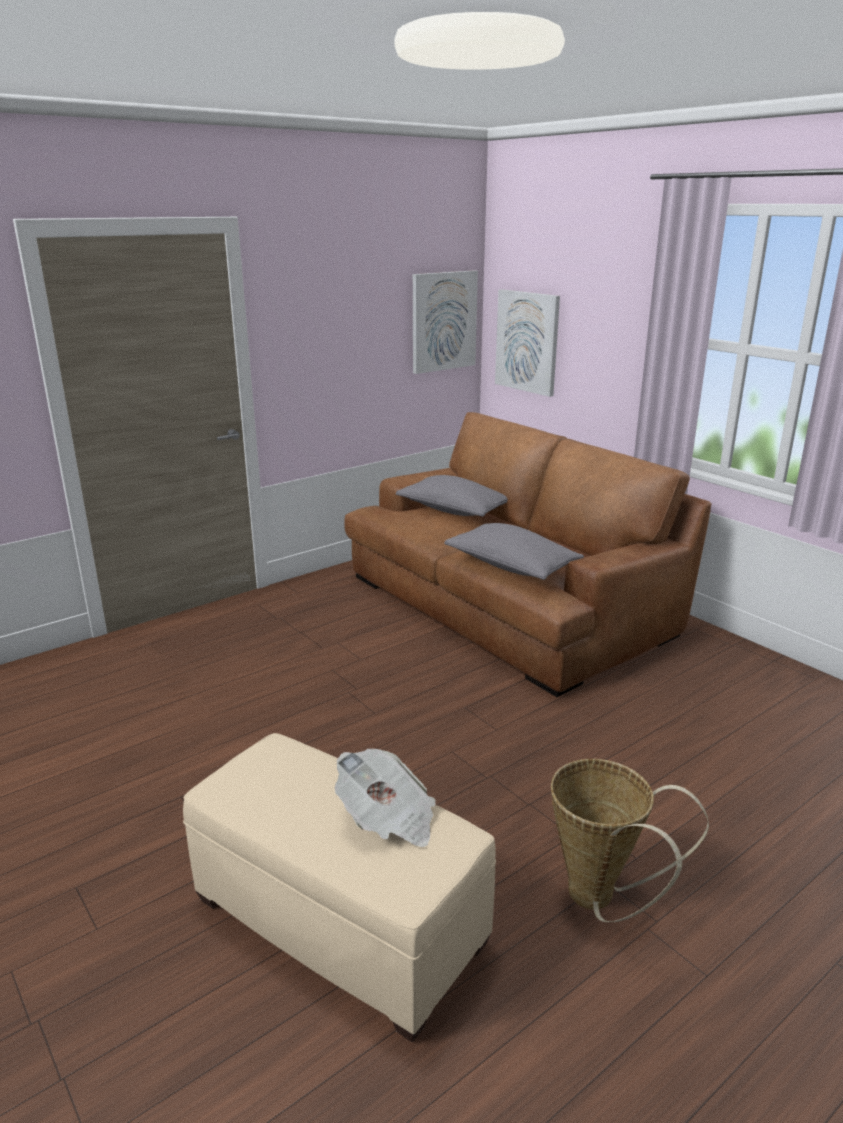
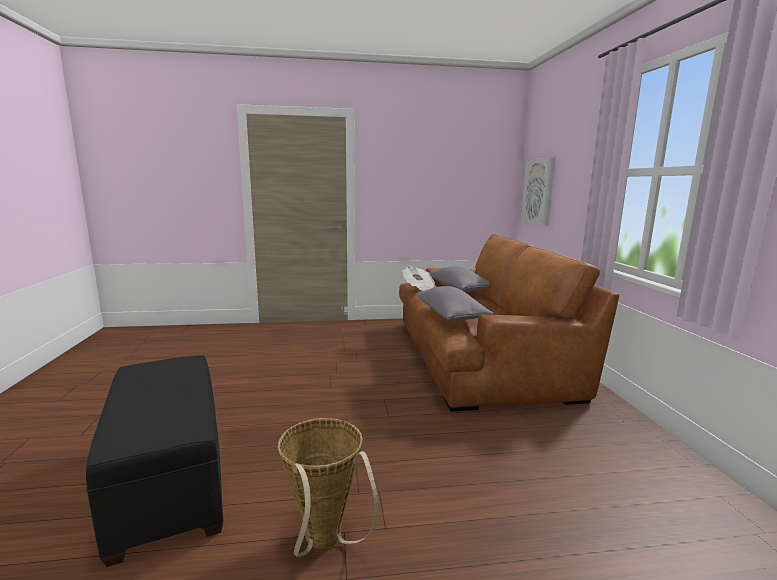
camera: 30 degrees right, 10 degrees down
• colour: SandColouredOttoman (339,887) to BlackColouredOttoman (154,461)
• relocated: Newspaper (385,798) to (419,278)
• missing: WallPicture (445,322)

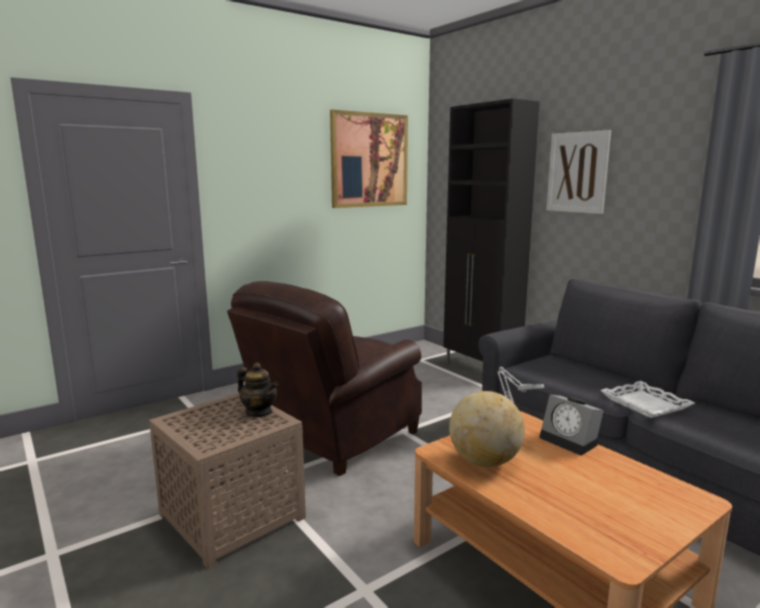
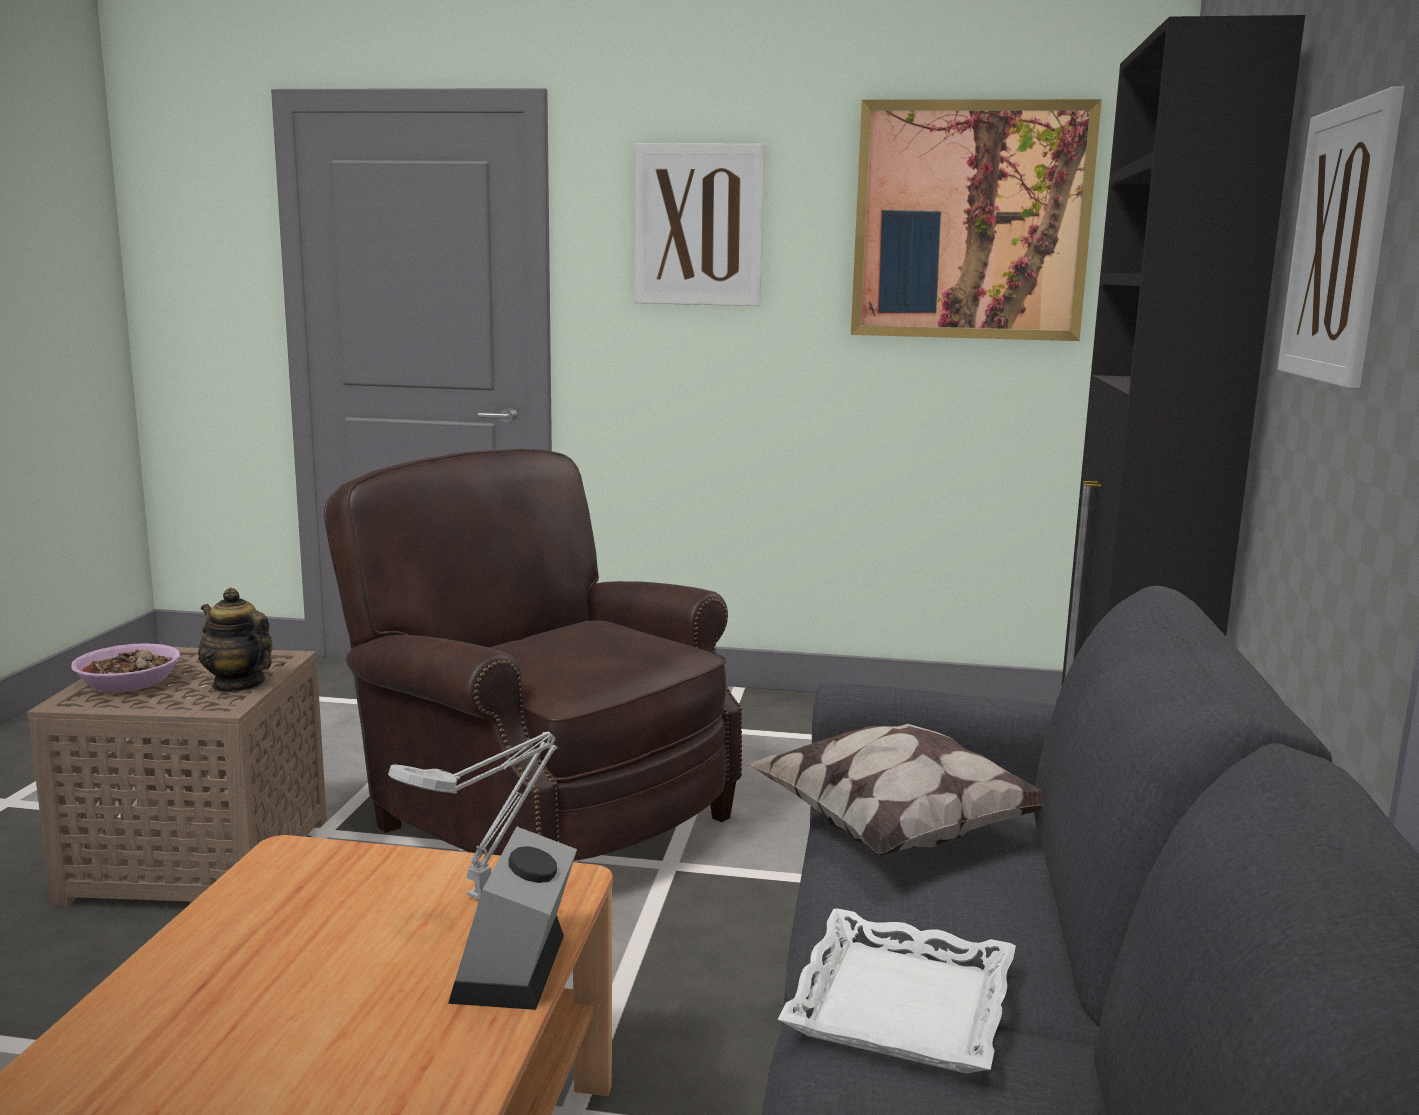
camera: 45 degrees right, 0 degrees up
• spun: BrownColouredLoungeChair (324,378) = (533,655) 45 degrees clockwise
• spun: TeaPot (257,390) = (235,640) 135 degrees clockwise
• missing: Globe (487,429)
• appeared: ServingBowl (125,667)
• appeared: WallPicture (700,224)
• appeared: Pillow (894,790)

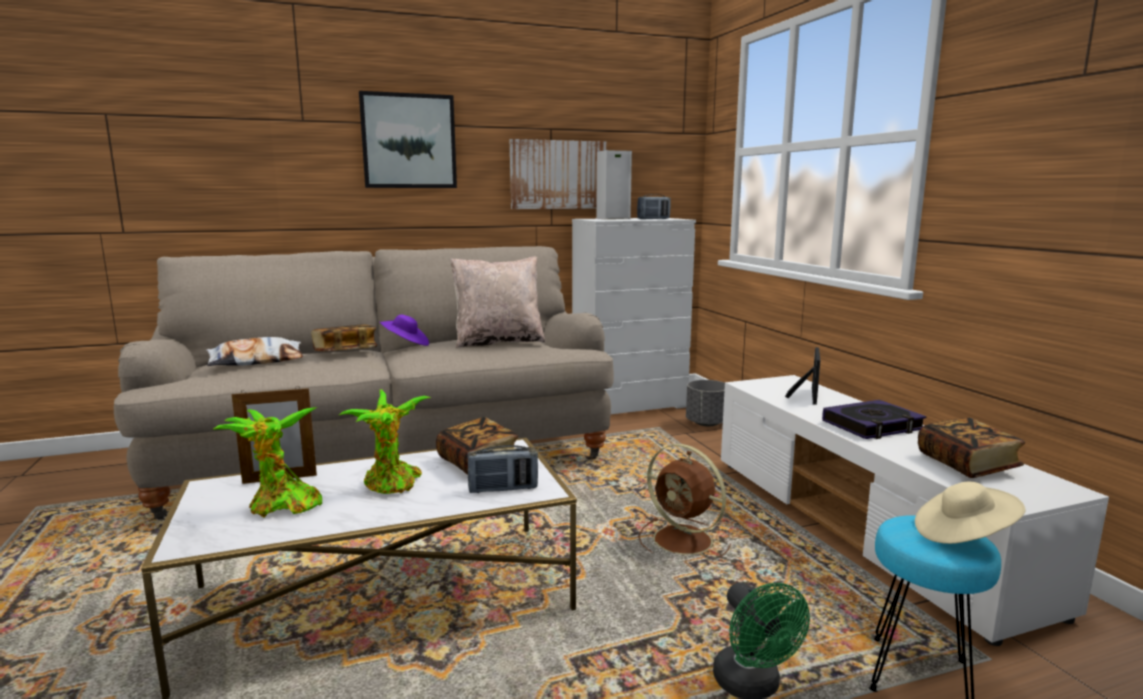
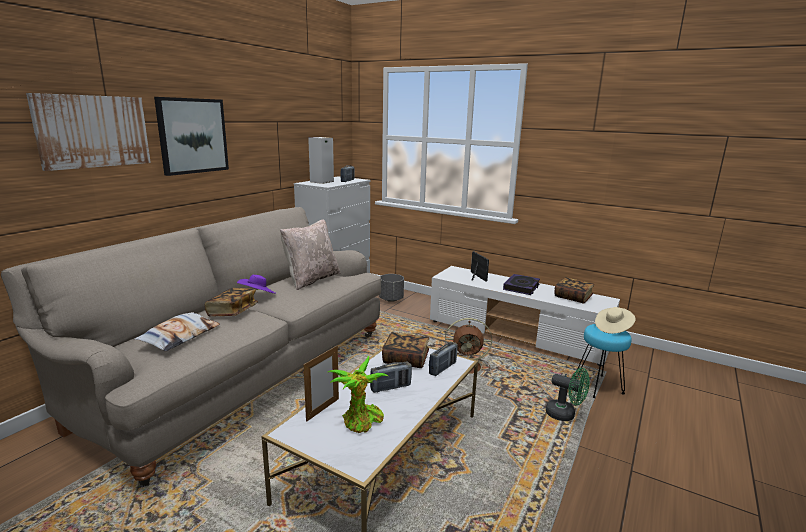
camera: 40 degrees left, 5 degrees up
• exchanged: PlantInAPot (385,442) to RadioSet (391,377)
• relocated: WallPicture (558,174) to (88,132)

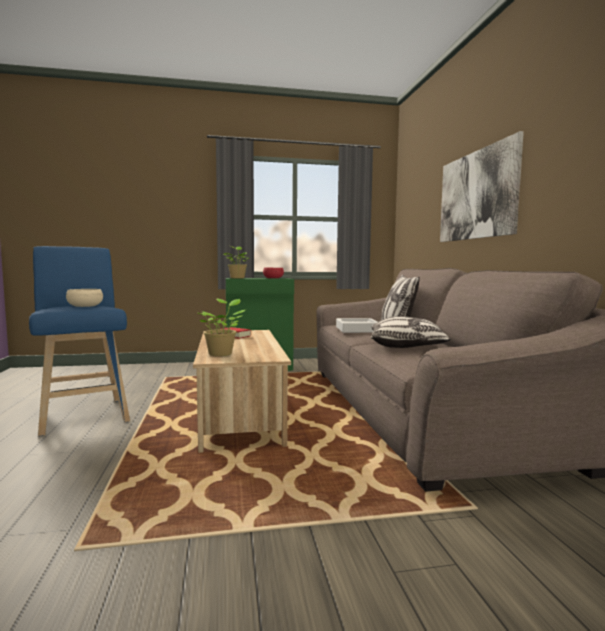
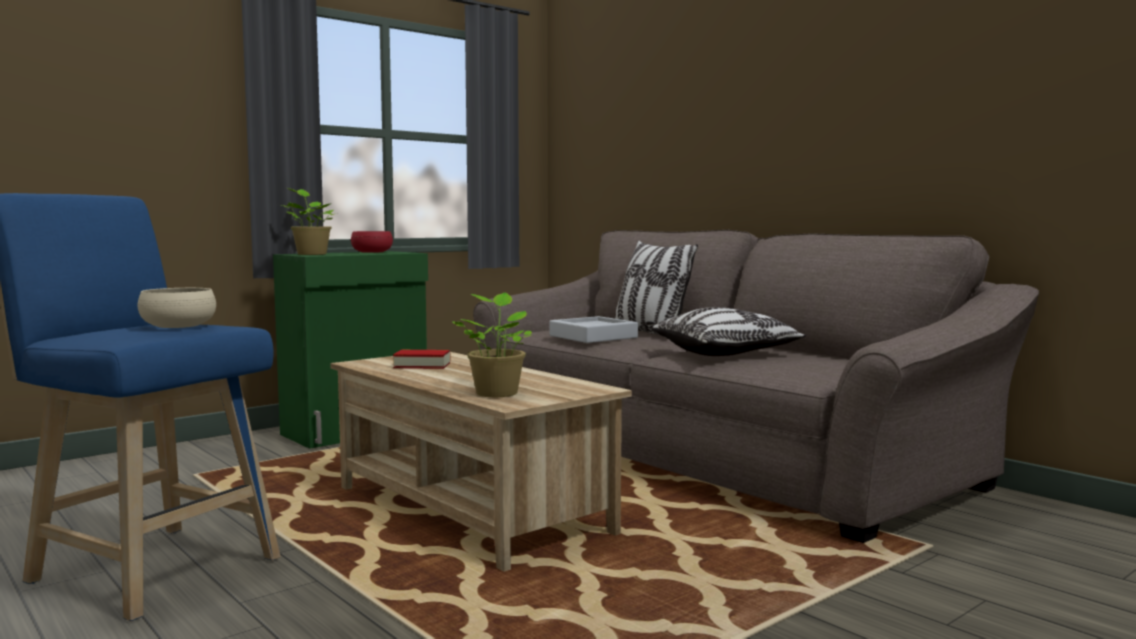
camera: 30 degrees left, 0 degrees up
• missing: WallPicture (482,186)

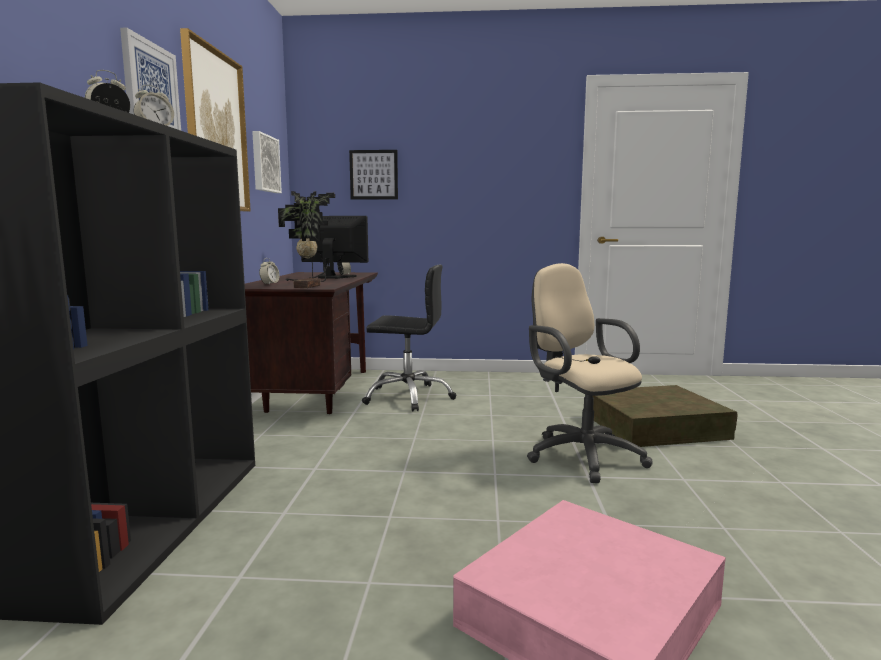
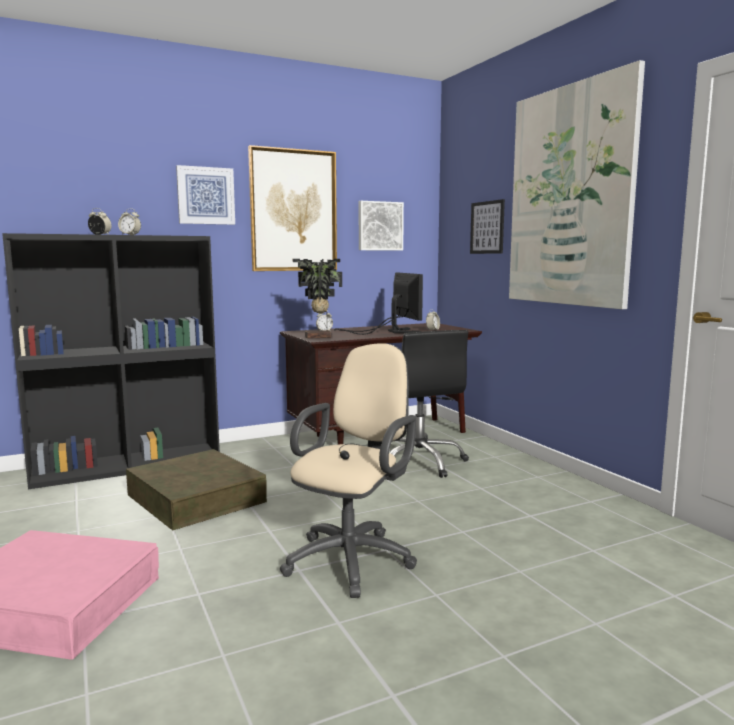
camera: 60 degrees right, 0 degrees up
• relocated: BrownColouredStorageBox (665,416) to (196,490)
• appeared: WallPicture (577,184)

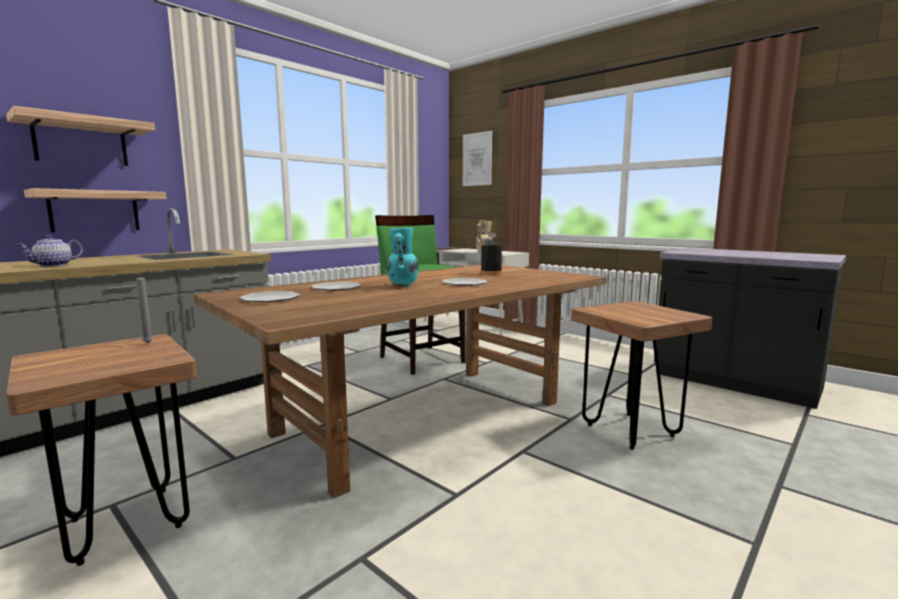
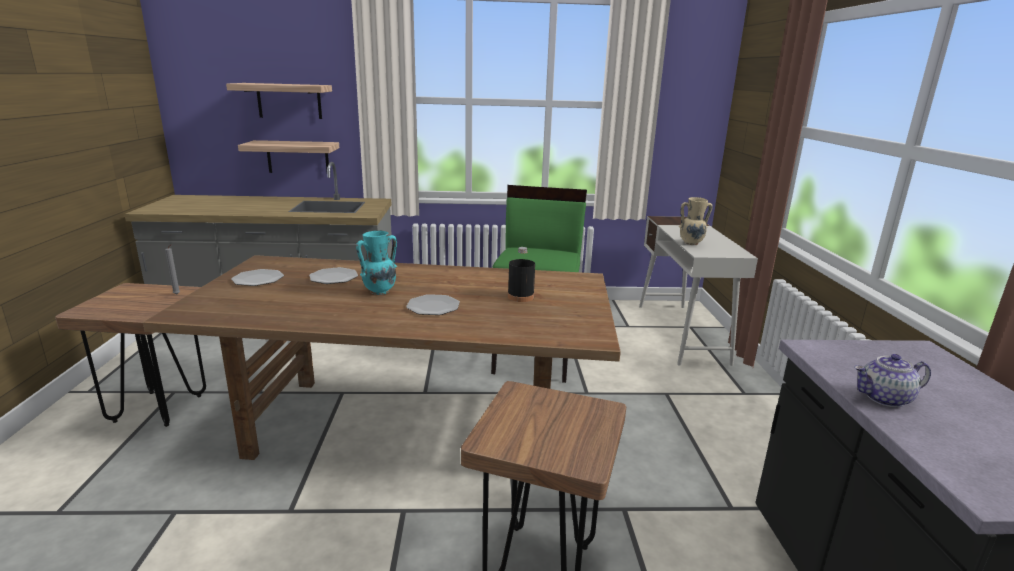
camera: 45 degrees right, 10 degrees up
• relocated: TeaPot (49,251) to (892,380)
• missing: WallPicture (477,158)

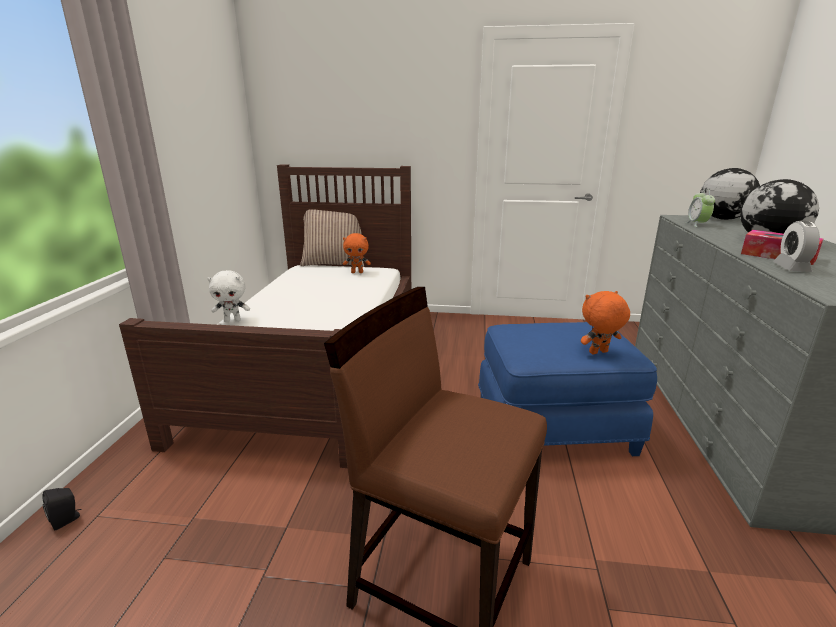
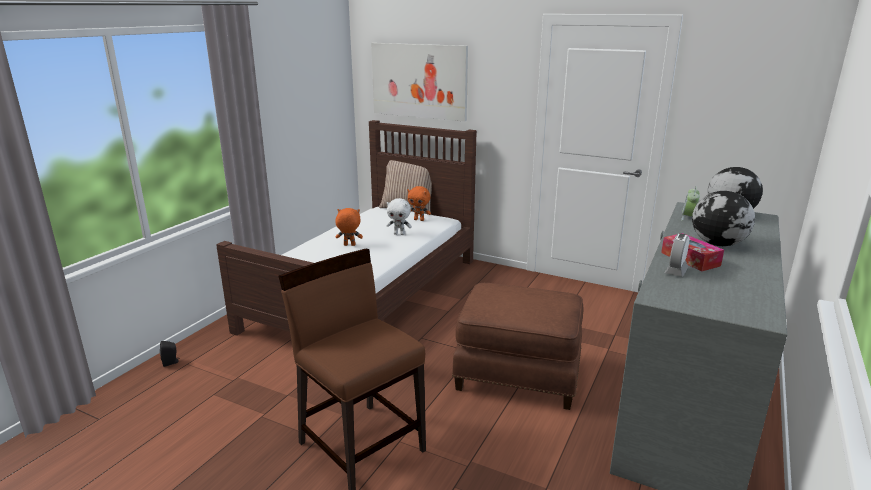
camera: 20 degrees right, 0 degrees up
• relocated: WhiteCuddlyToy (228,296) to (399,216)
• colour: BlueColouredOttoman (567,389) to BrownColouredOttoman (517,346)
• relocated: OrangeCuddlyToy (605,322) to (349,227)
• appeared: WallPicture (419,82)

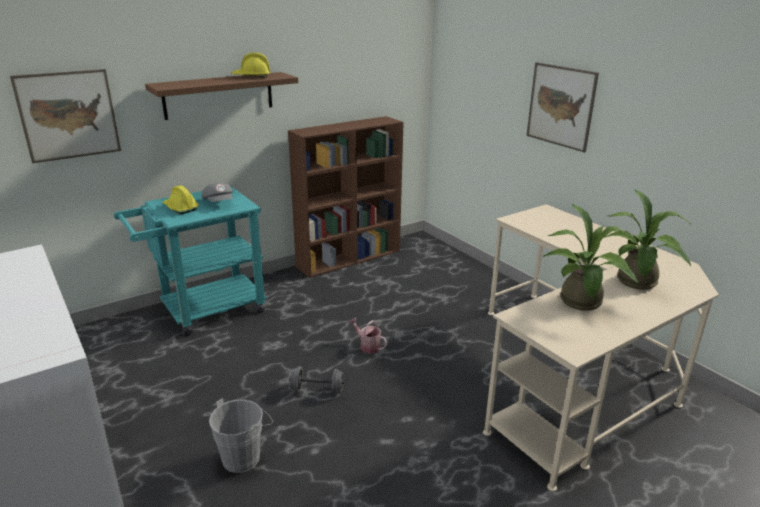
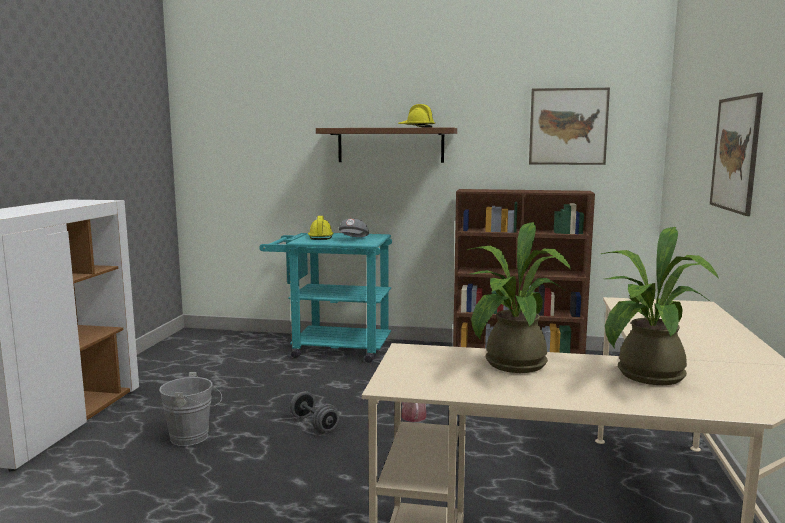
camera: 45 degrees right, 15 degrees down
• relocated: WallPicture (65,116) to (569,126)

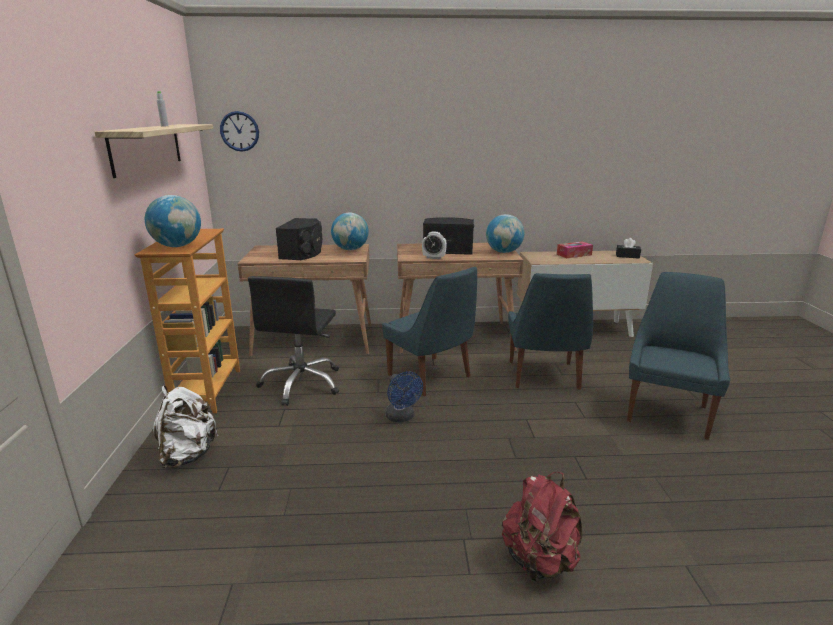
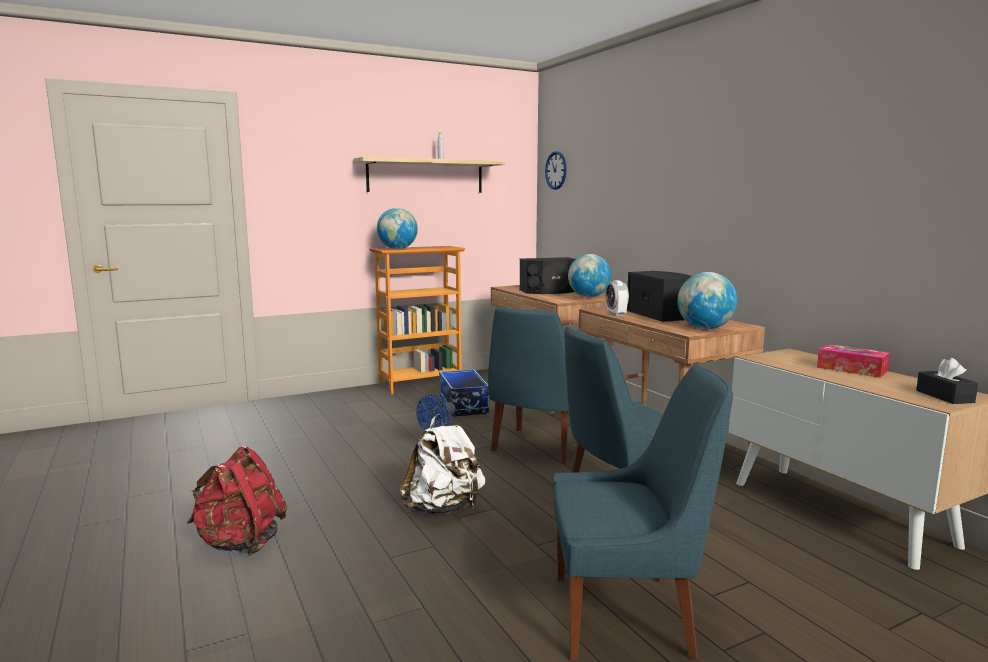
camera: 65 degrees right, 10 degrees down
• relocated: WhiteBackpack (185,426) to (442,464)
• exchanged: BlackColouredComputerChair (293,341) to StorageBox (464,393)

